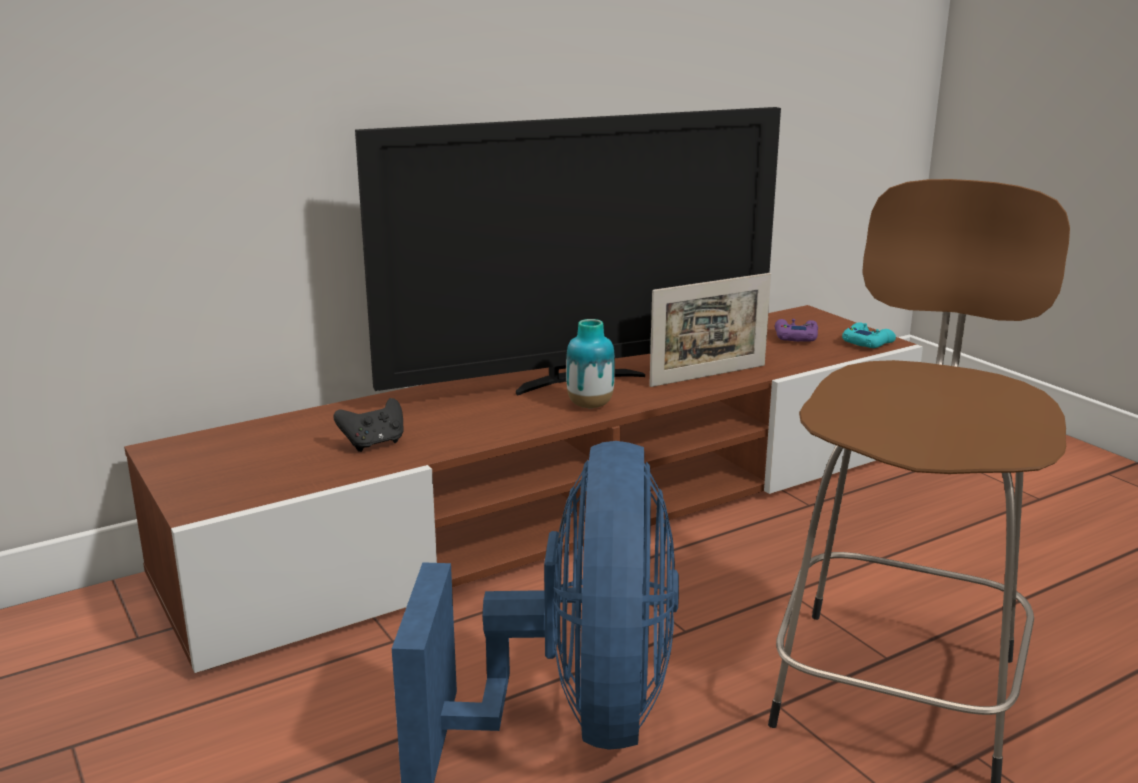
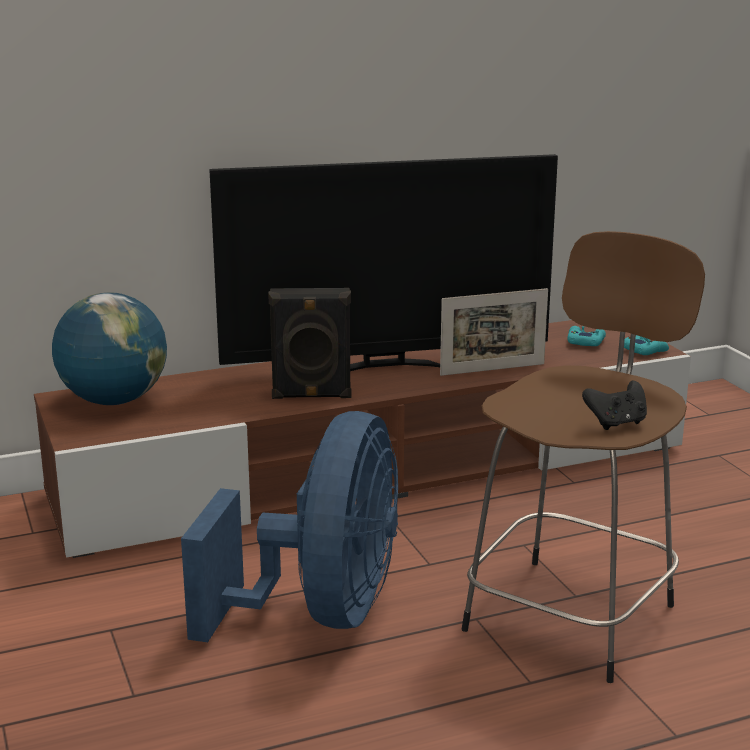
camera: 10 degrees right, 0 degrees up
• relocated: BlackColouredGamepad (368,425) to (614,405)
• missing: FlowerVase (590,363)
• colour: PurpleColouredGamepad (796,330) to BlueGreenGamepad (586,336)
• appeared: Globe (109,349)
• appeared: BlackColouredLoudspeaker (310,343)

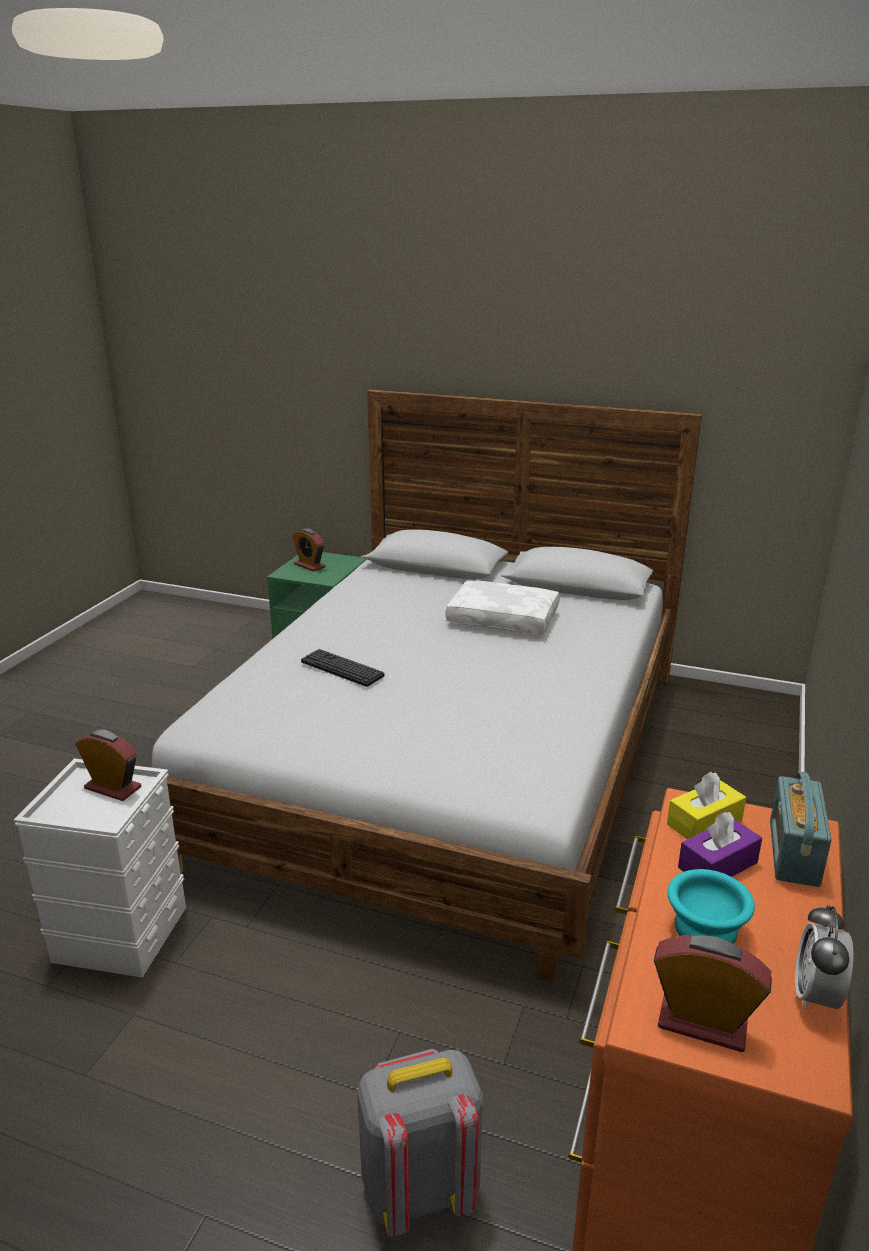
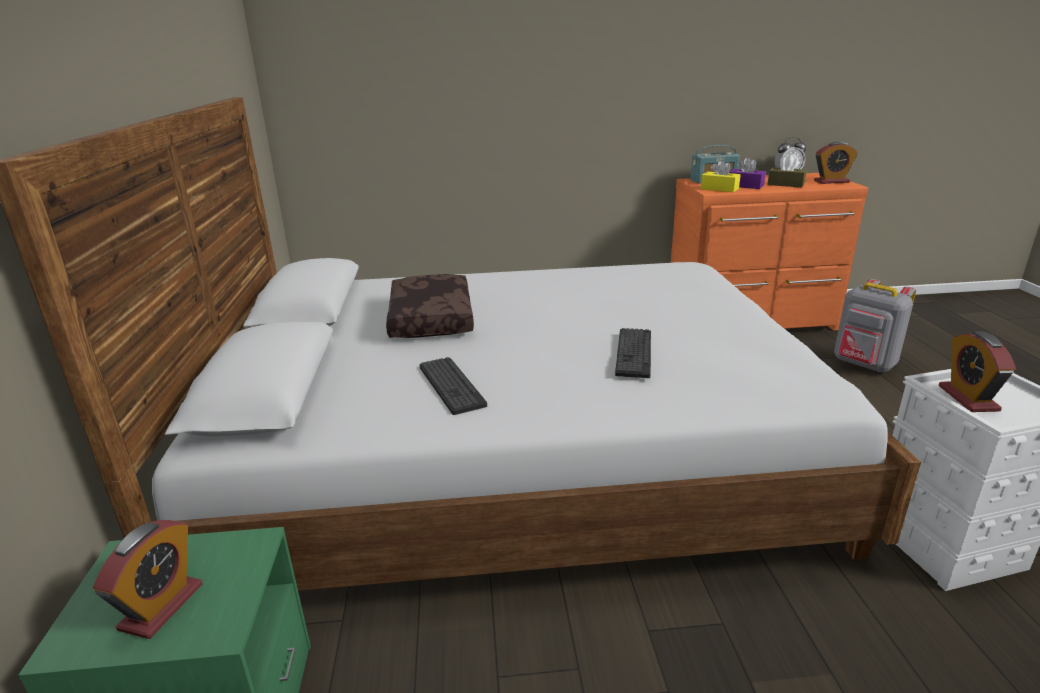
camera: 115 degrees left, 0 degrees up
• colour: WhitePillow (503,607) to BrownColouredPillow (430,306)
• spun: AlarmClock (713,993) = (836,163) 90 degrees counterclockwise
• exchanged: BlueGreenServingBowl (711,906) to BrownColouredTissueHolder (787,171)
• appeared: PcKeyboard (453,386)

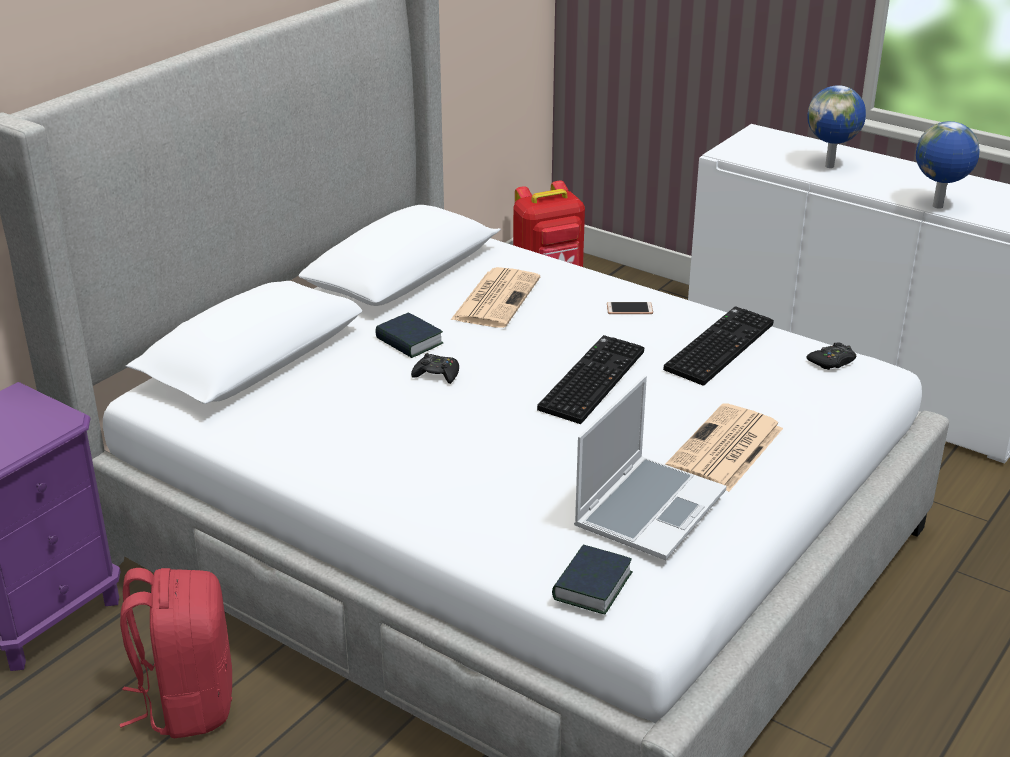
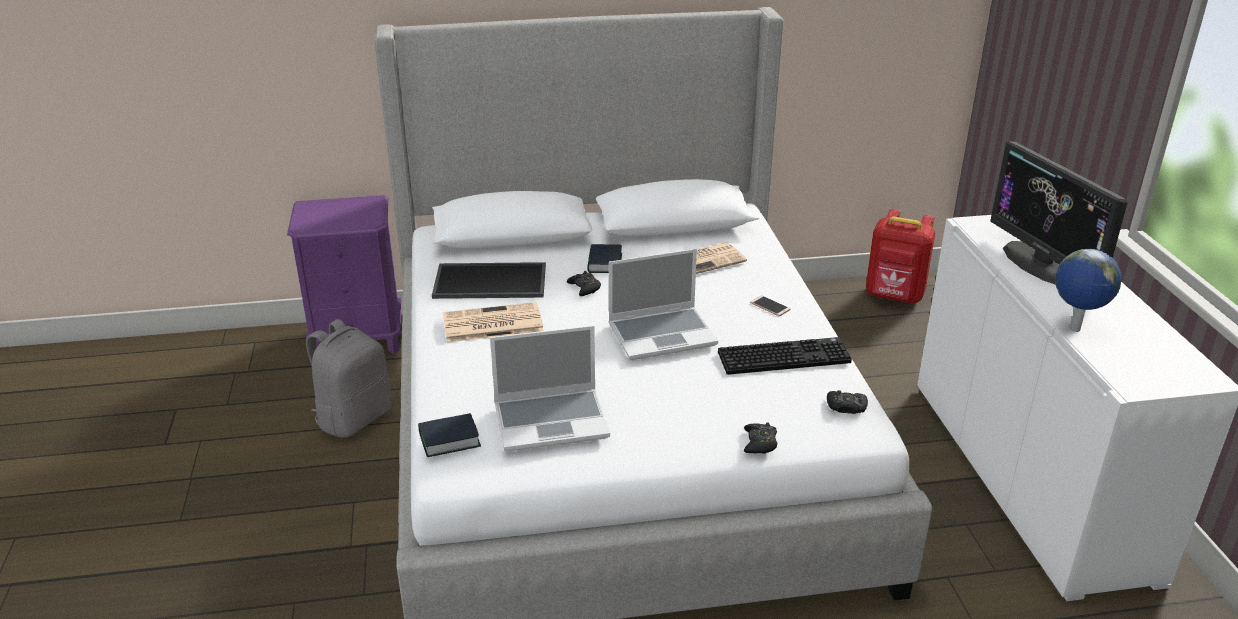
camera: 45 degrees right, 0 degrees up
• colour: ReddishBackpack (175,653) to GreyBackpack (348,378)
• exchanged: PcKeyboard (590,379) to Laptop (663,304)
• relocated: Newspaper (724,447) to (493,322)
• exchanged: Globe (836,126) to ComputerScreen (1059,213)
• appeared: CarryingTray (489,280)
• appeared: BlackColouredGamepad (760,438)

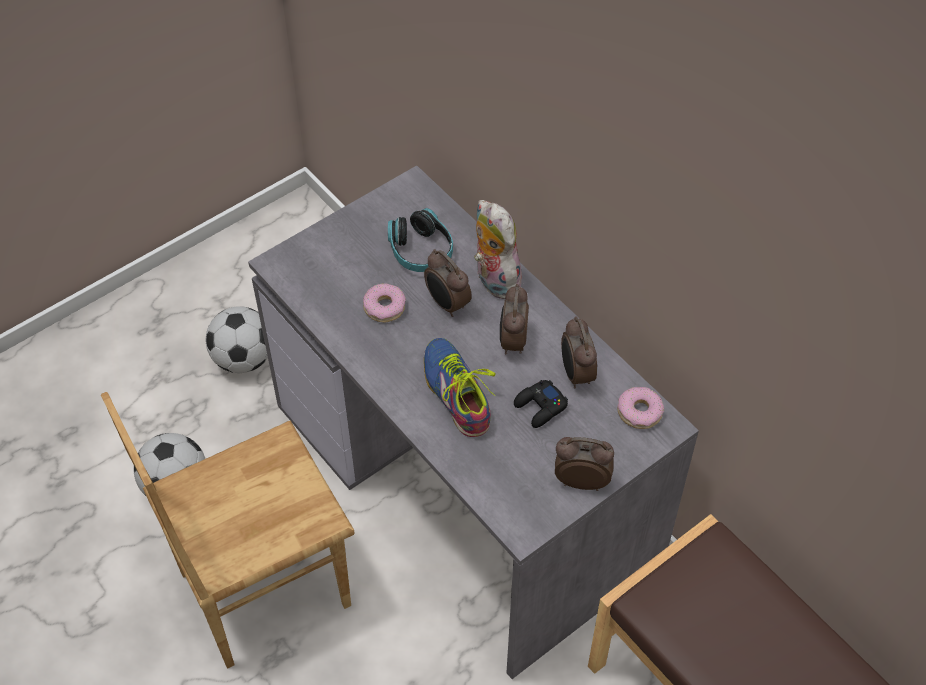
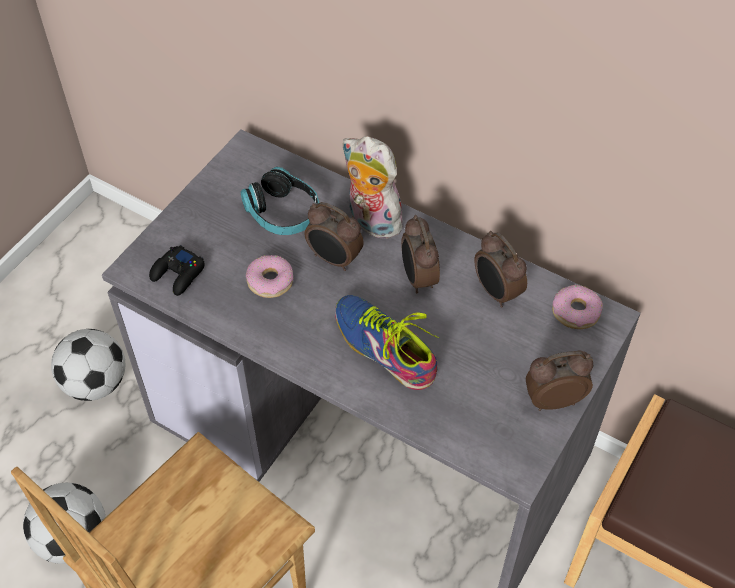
camera: 20 degrees left, 0 degrees up
• relocated: BlackColouredGamepad (541,404) to (177,270)

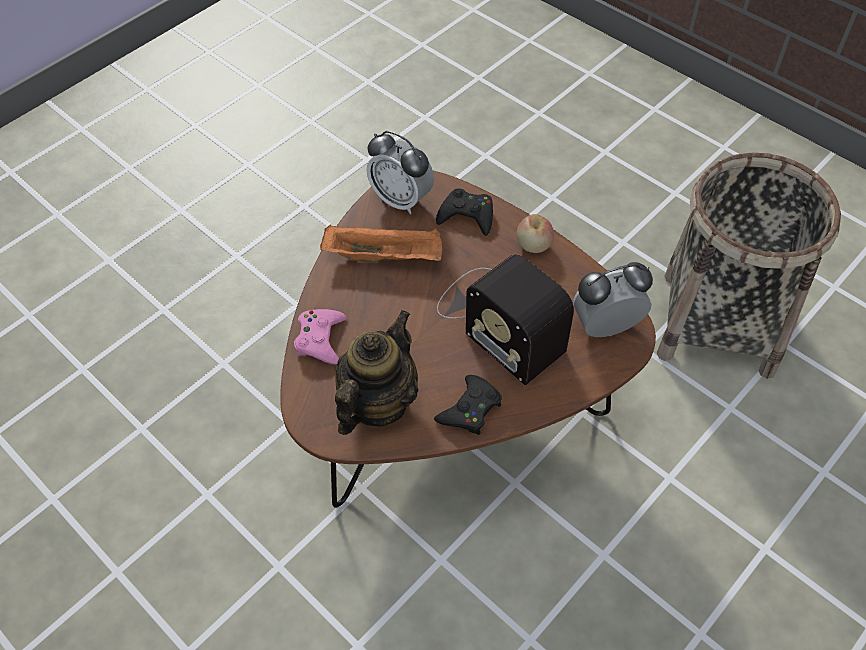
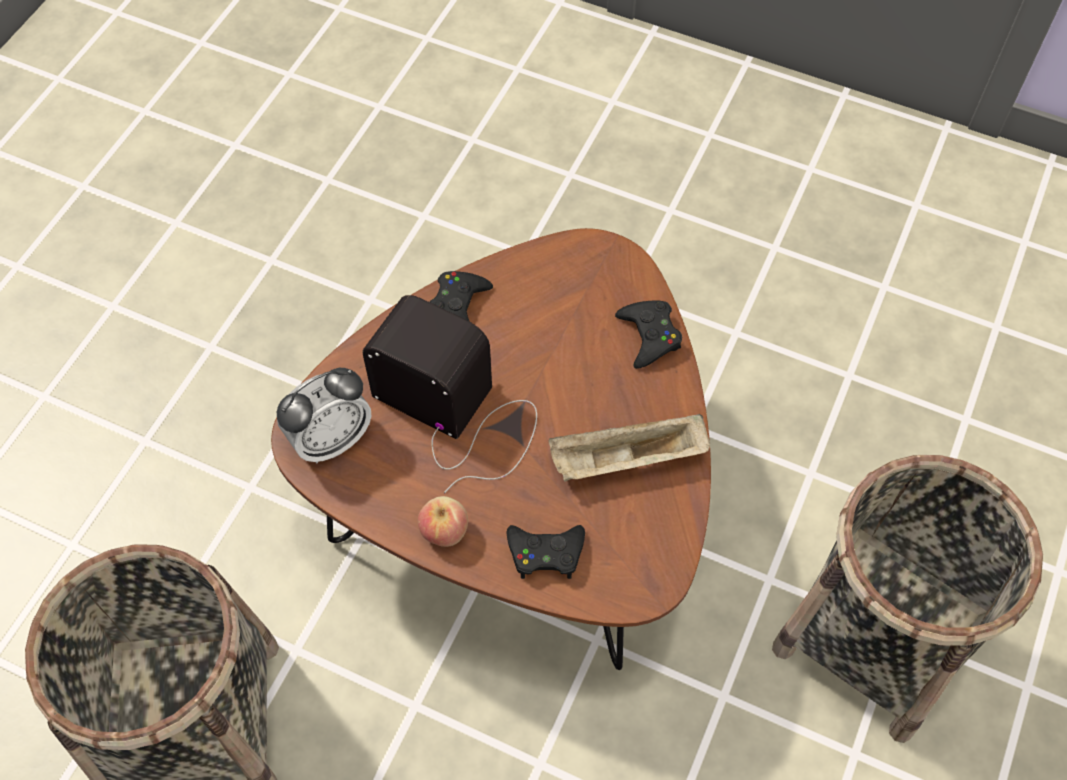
camera: 160 degrees right, 5 degrees up
• colour: PinkColouredGamepad (320,336) to BlackColouredGamepad (648,334)
• colour: OrangeCarryingTray (381,244) to SandColouredCarryingTray (629,447)
• missing: TeaPot (377,372)
• missing: AlarmClock (400,172)
• appeared: Basket (907,599)

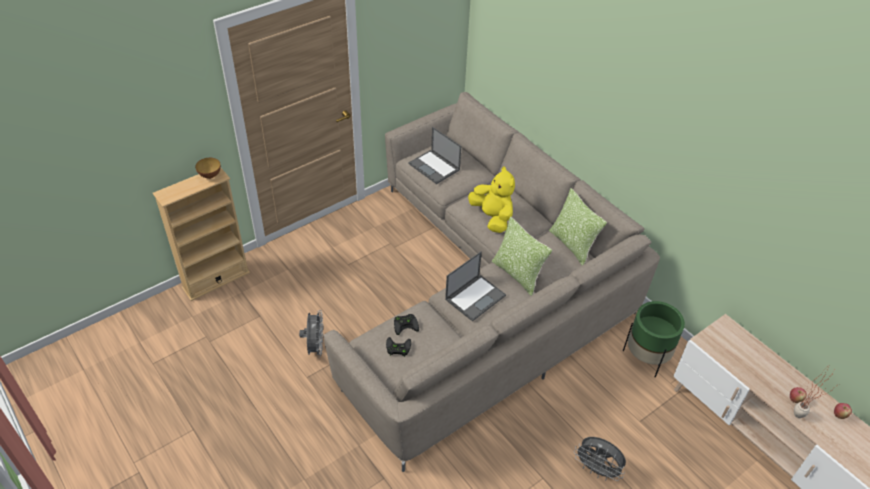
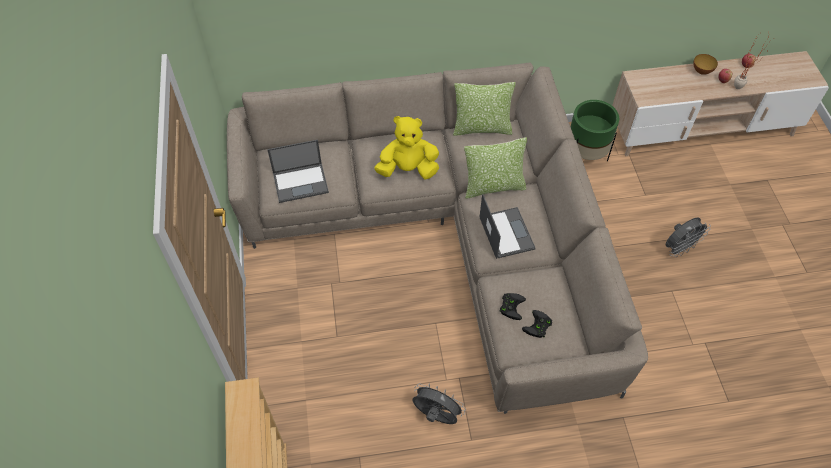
camera: 60 degrees left, 10 degrees up
• relocated: ServingBowl (208,168) to (705,64)

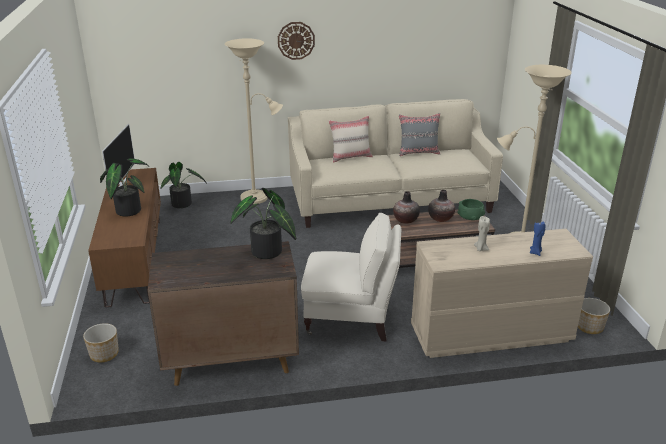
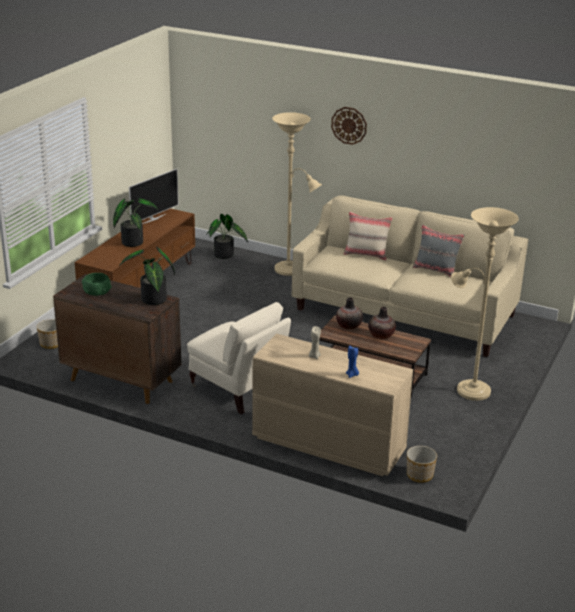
camera: 35 degrees right, 0 degrees up
• relocated: GreenishServingBowl (471,209) to (97,284)

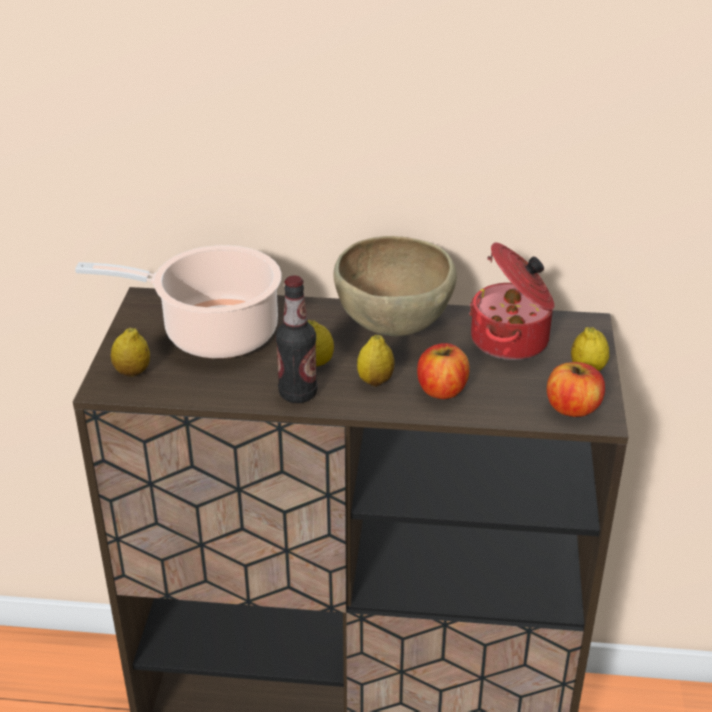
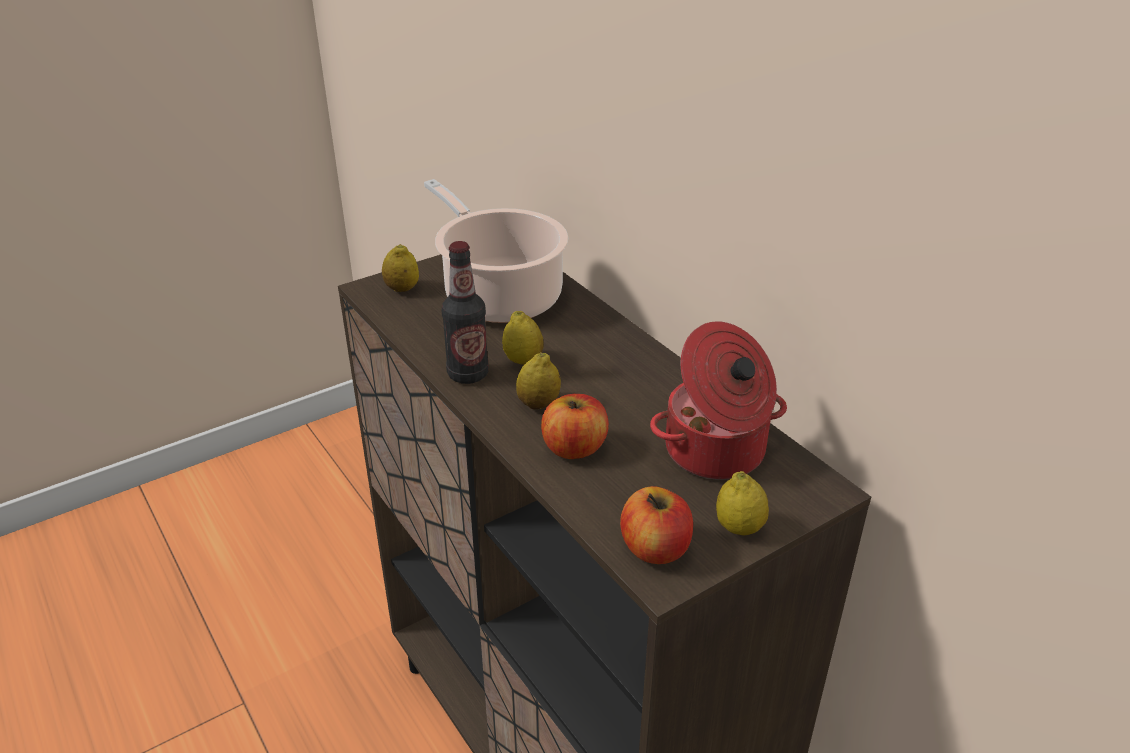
camera: 50 degrees right, 0 degrees up
• missing: BrownColouredServingBowl (395,286)

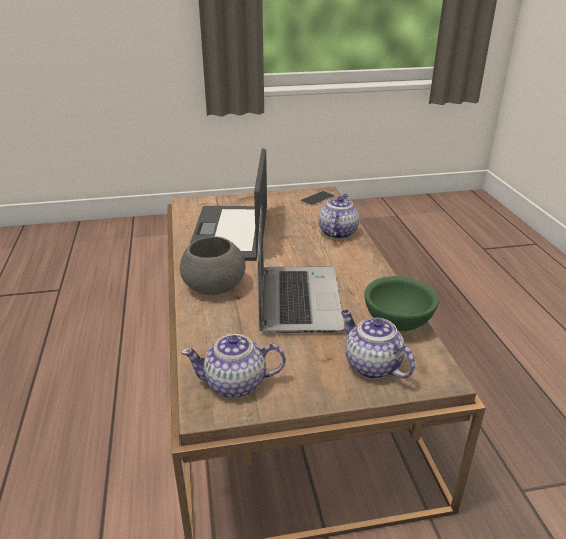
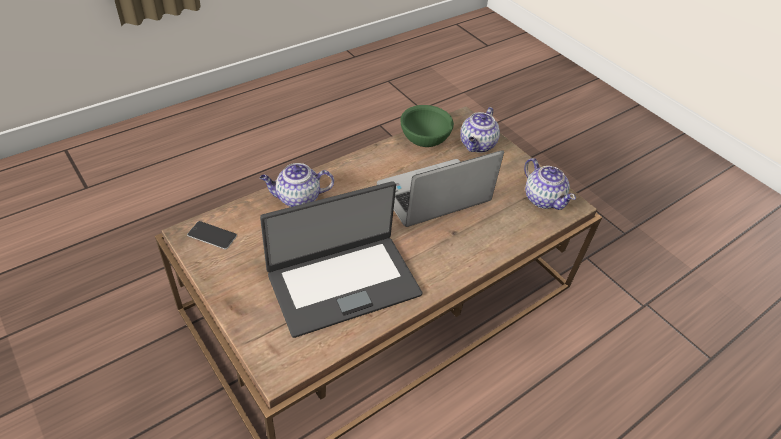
camera: 120 degrees left, 15 degrees up
• missing: GreyServingBowl (212,265)

